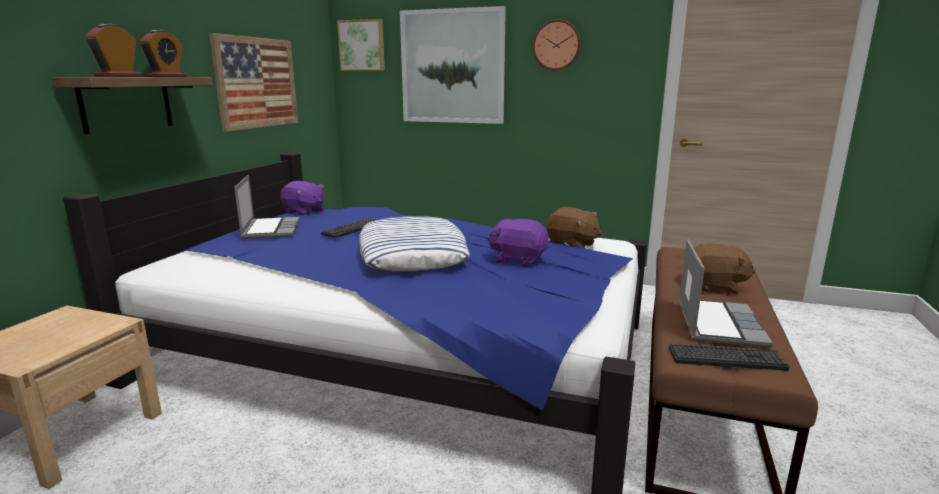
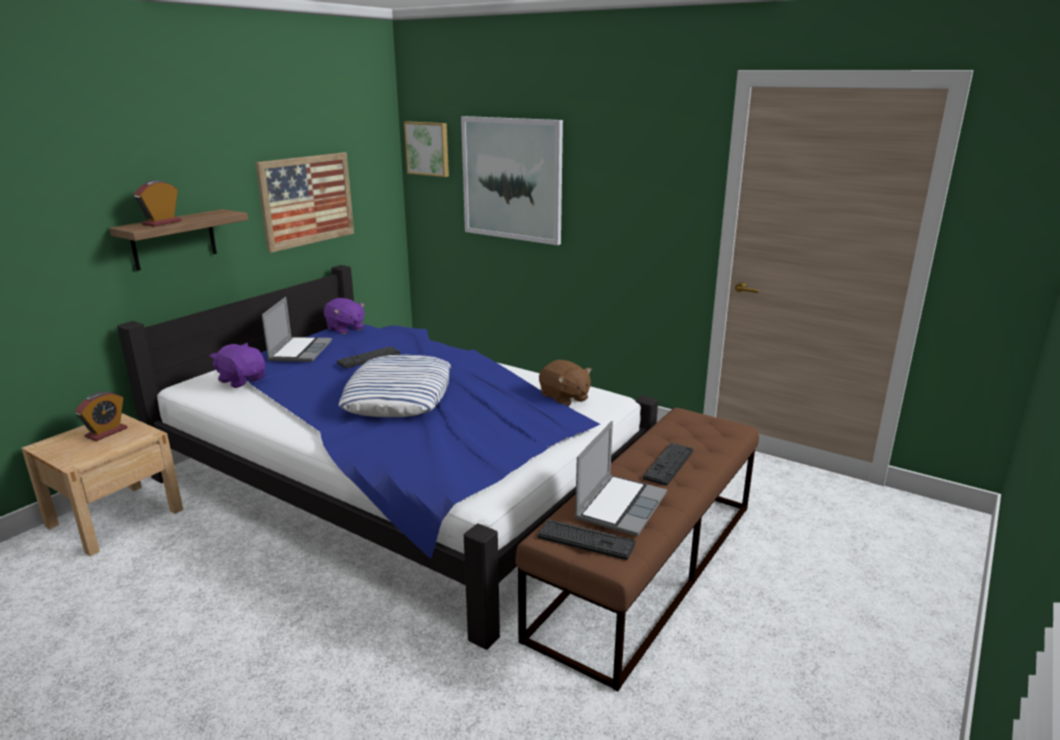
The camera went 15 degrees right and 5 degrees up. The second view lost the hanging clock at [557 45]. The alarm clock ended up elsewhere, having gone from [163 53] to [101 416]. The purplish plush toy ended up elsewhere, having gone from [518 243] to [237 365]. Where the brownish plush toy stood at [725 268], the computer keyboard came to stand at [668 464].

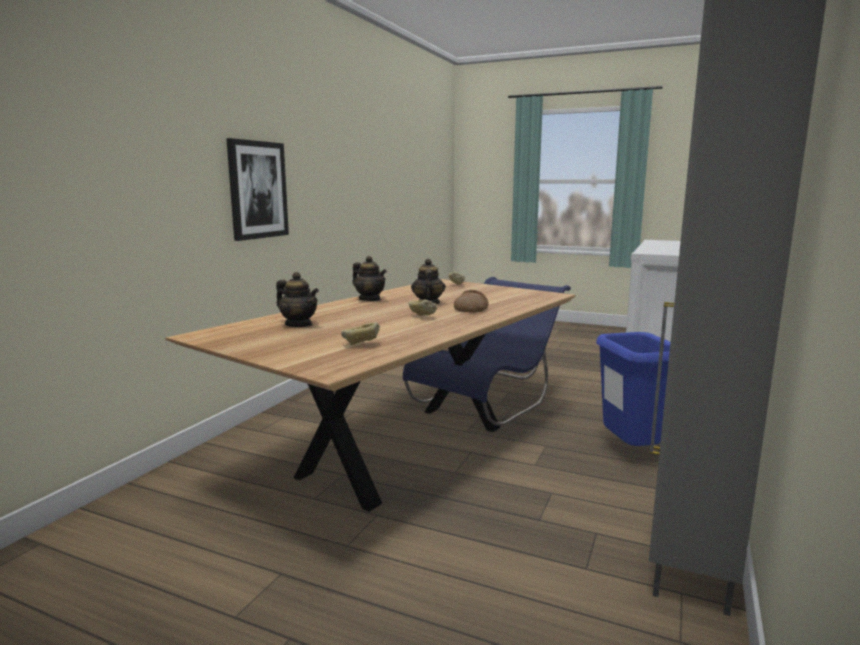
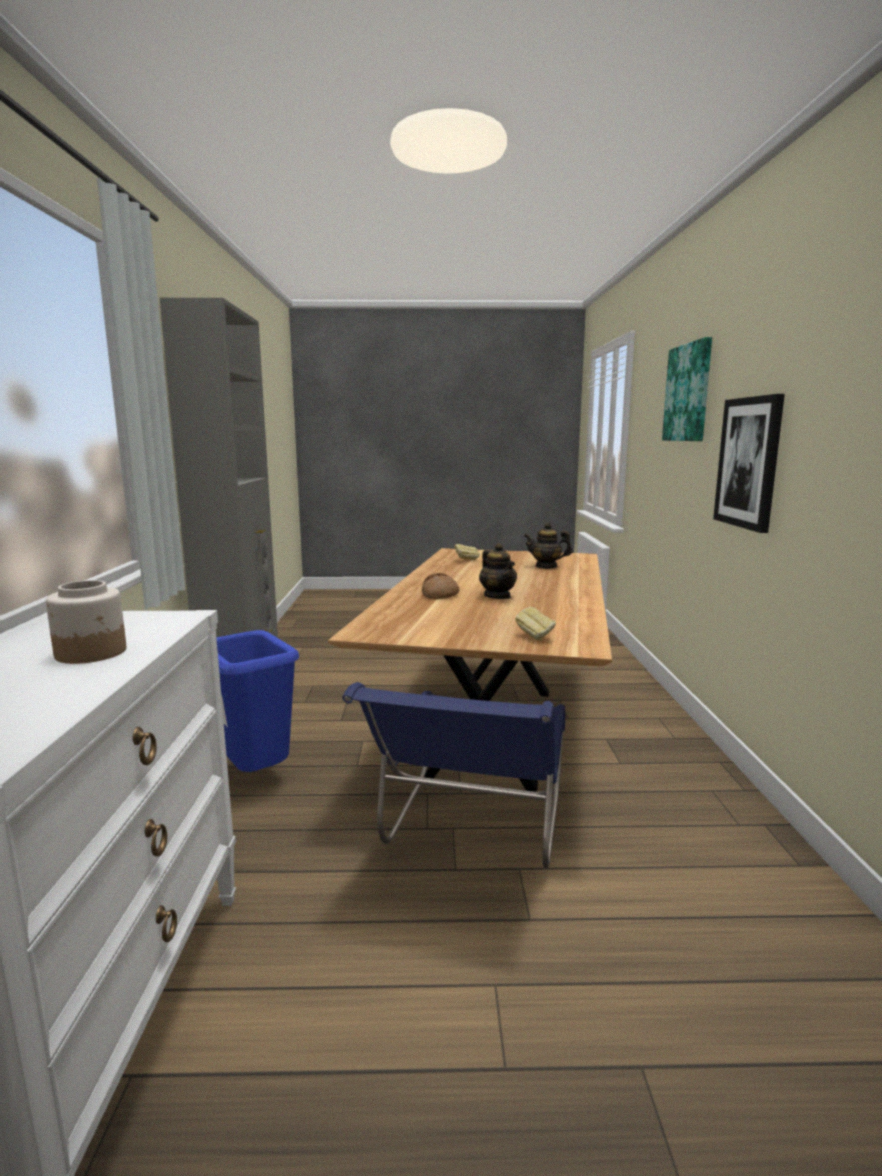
The camera went 155 degrees right and 0 degrees up. The second view lost the pot for tea at [369 278]. The second view lost the baked bread at [422 308]. The second view gained the picture at [687 389]. The second view gained the preserve jar at [86 622].

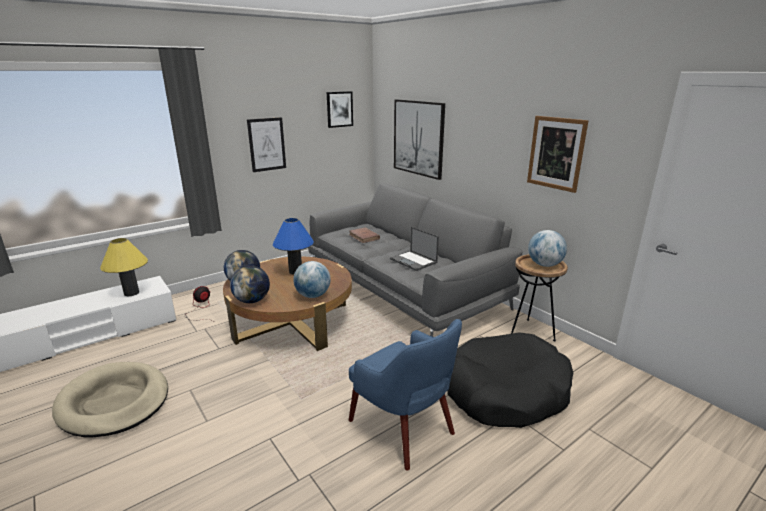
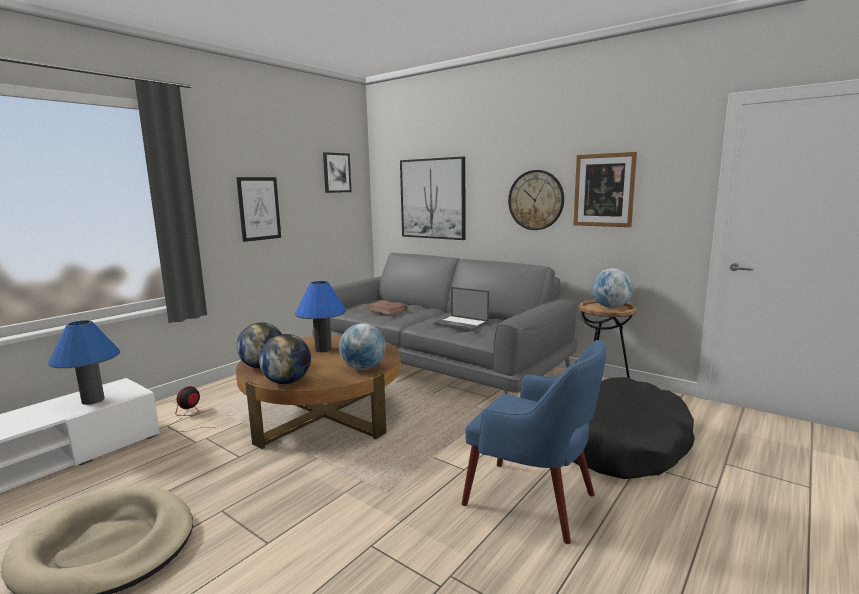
The camera went 15 degrees left and 10 degrees down. What was the yellowish tabletop lamp at [124 267] turned into the blue-coloured tabletop lamp at [84 362]. The second view gained the hanging clock at [536 200].

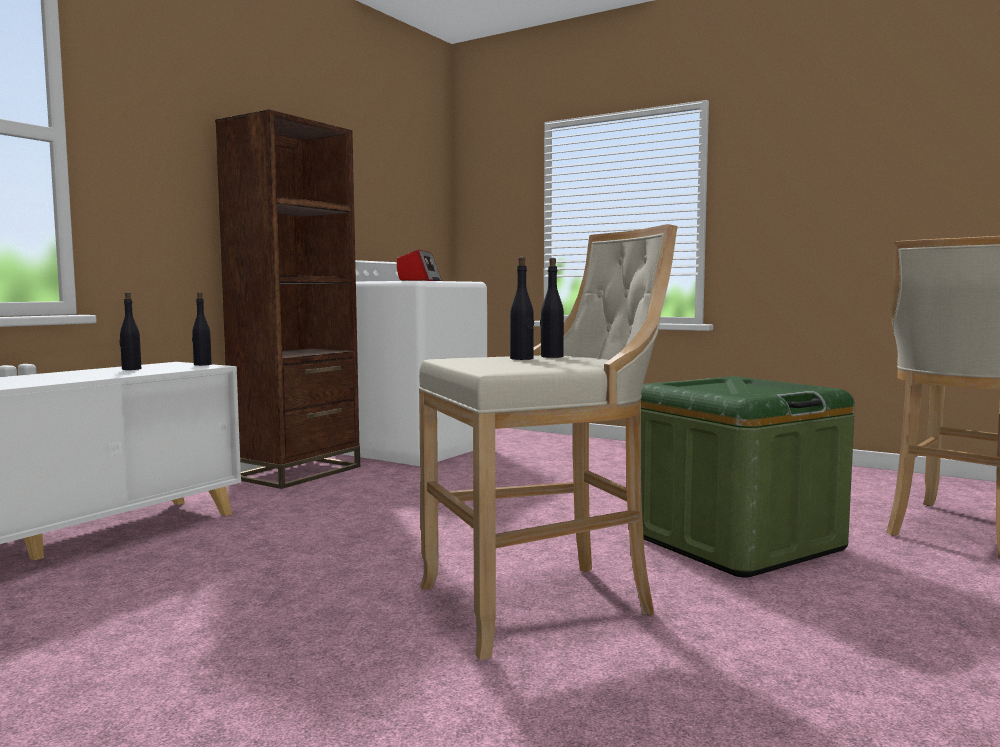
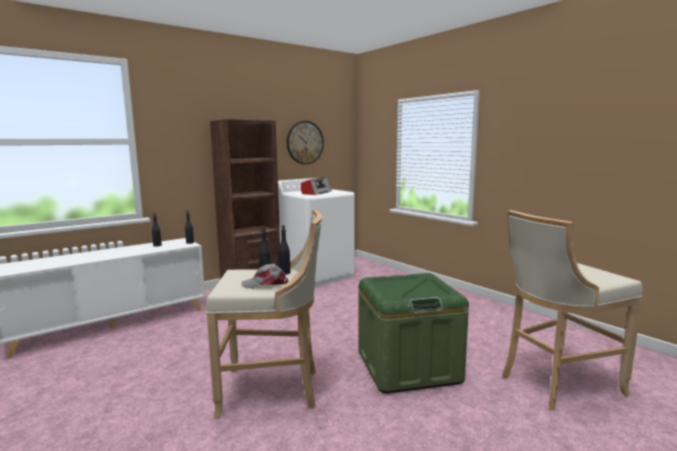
The camera went 20 degrees right and 5 degrees up. The second view gained the hanging clock at [305 142]. The second view gained the grey peaked cap at [265 276].

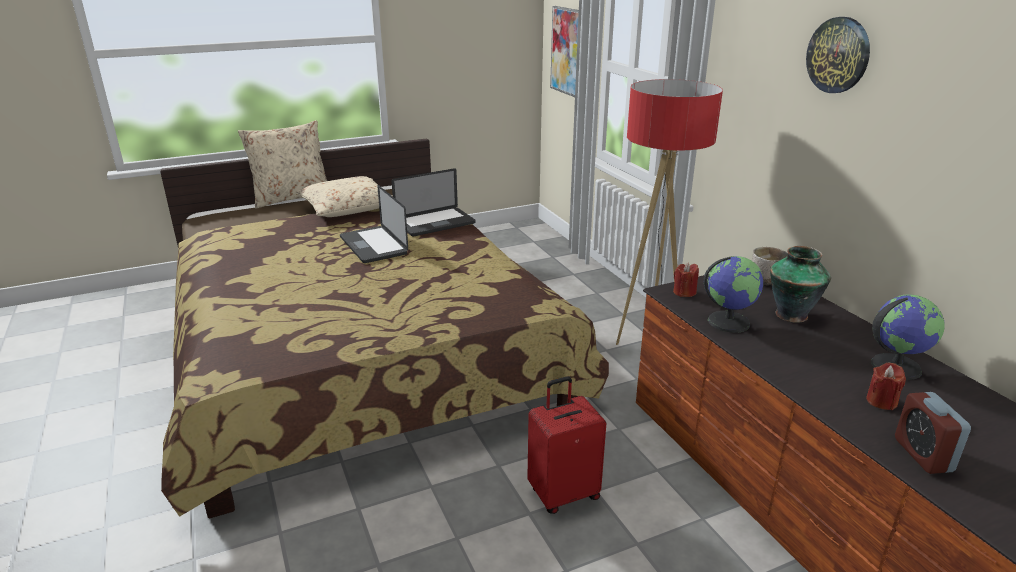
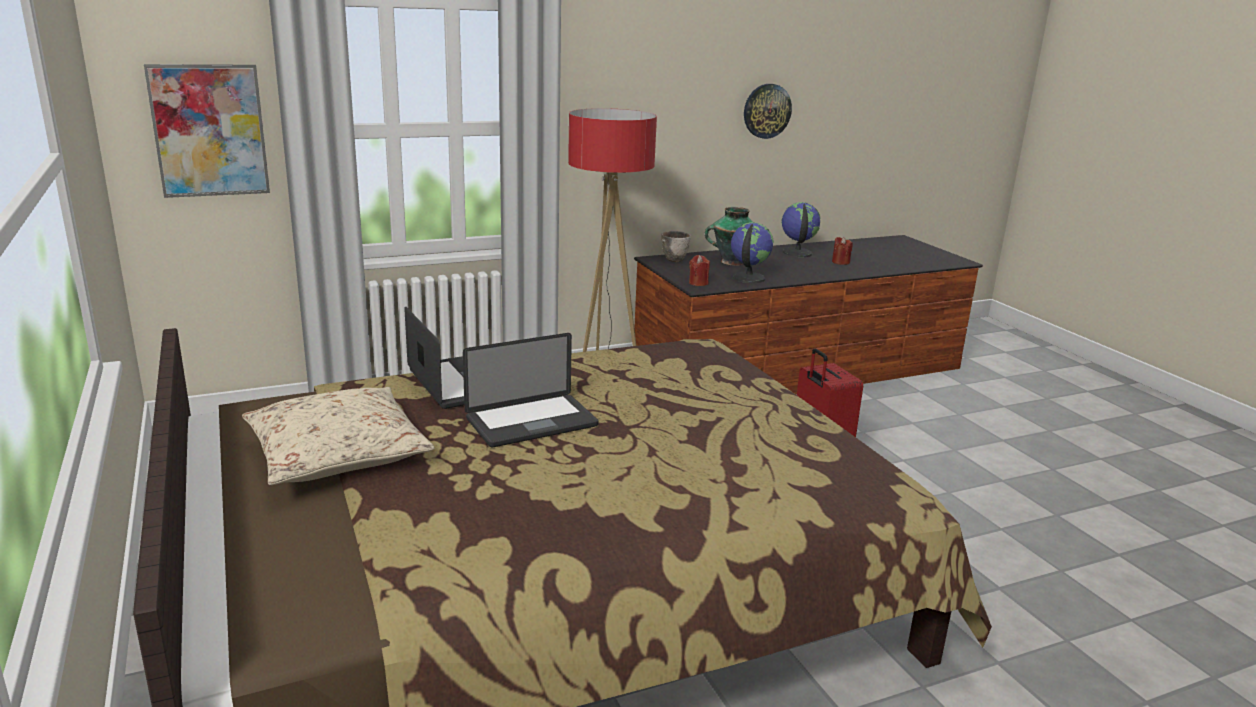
The camera went 90 degrees left and 5 degrees down. The hanging clock ended up elsewhere, having gone from [838 55] to [768 111]. The second view lost the sand-coloured pillow at [282 164]. The second view lost the alarm clock at [933 433].

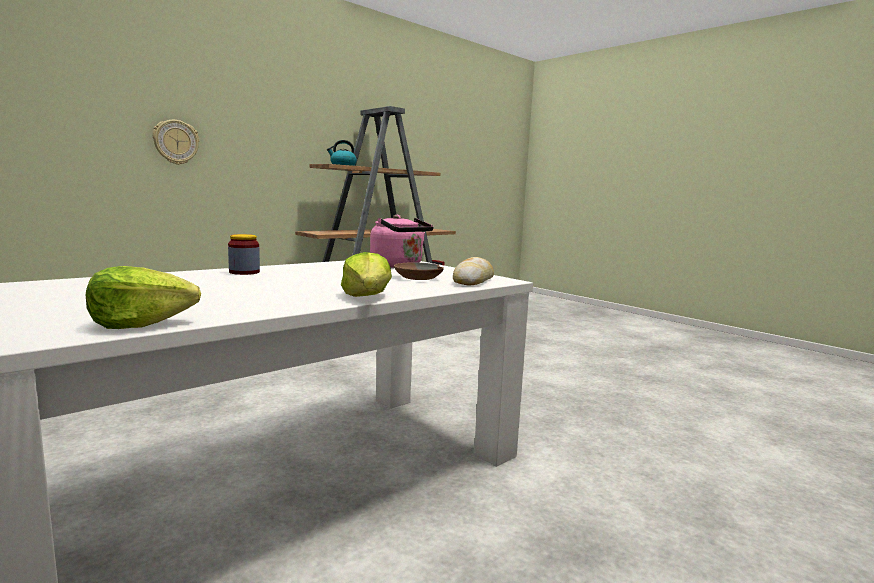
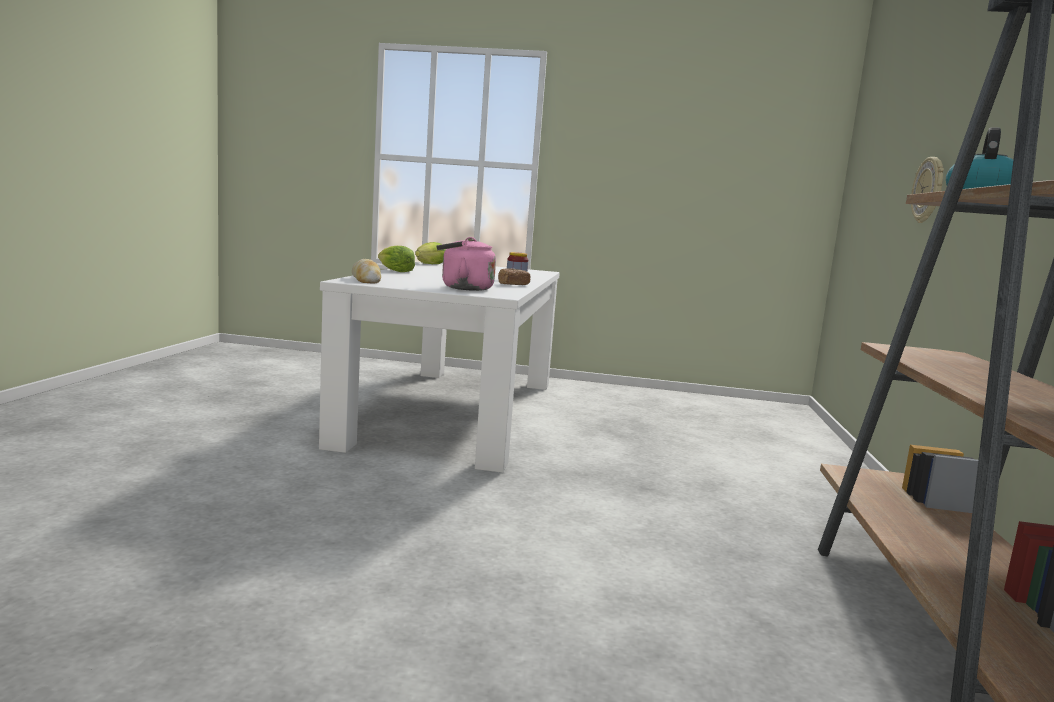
The camera went 140 degrees right and 0 degrees up. The second view lost the brownish serving bowl at [419 271]. The second view gained the baked bread at [514 276].

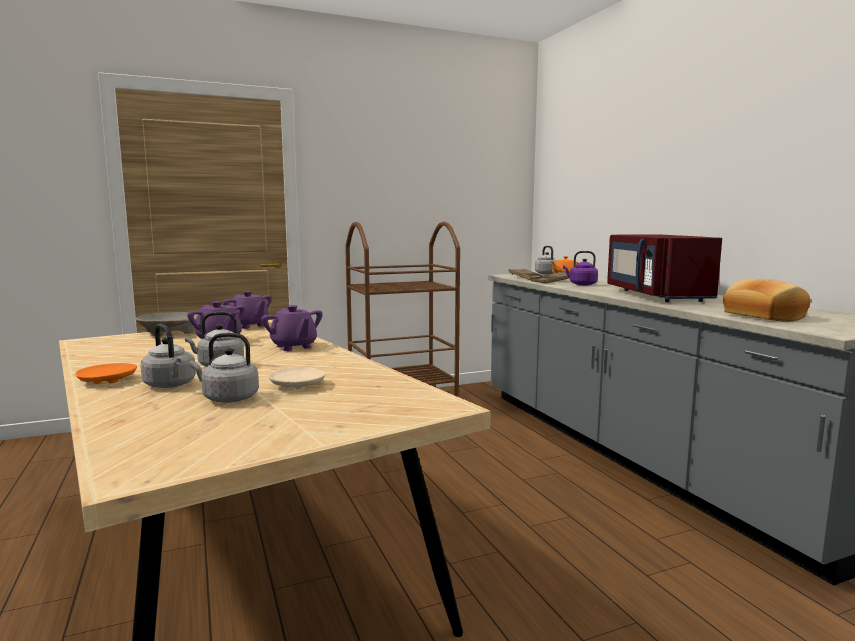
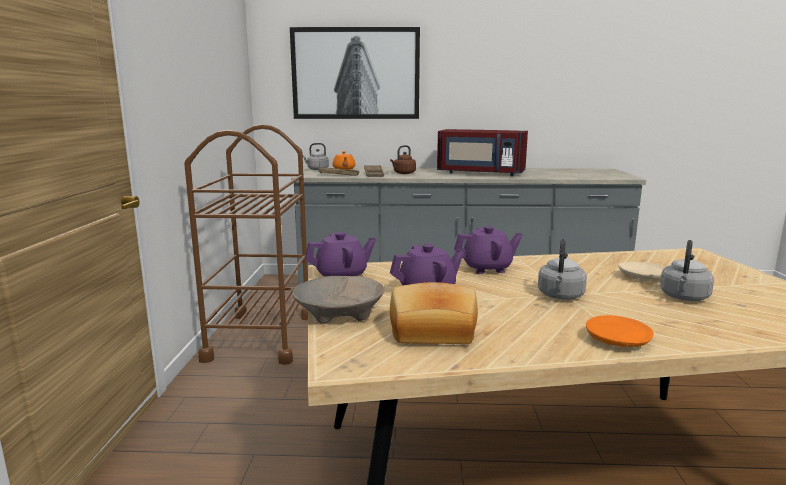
The camera went 65 degrees left and 5 degrees up. What was the purplish water kettle at [580 268] turned into the brownish water kettle at [403 159]. The baked bread ended up elsewhere, having gone from [766 300] to [434 313]. The second view lost the grey water kettle at [168 356]. The second view gained the picture at [355 73].

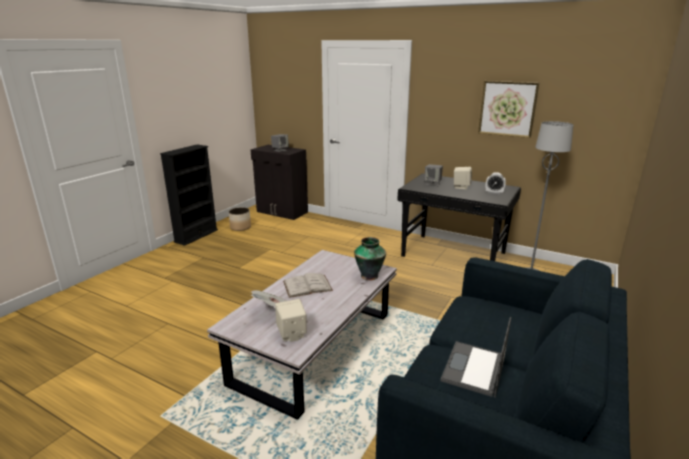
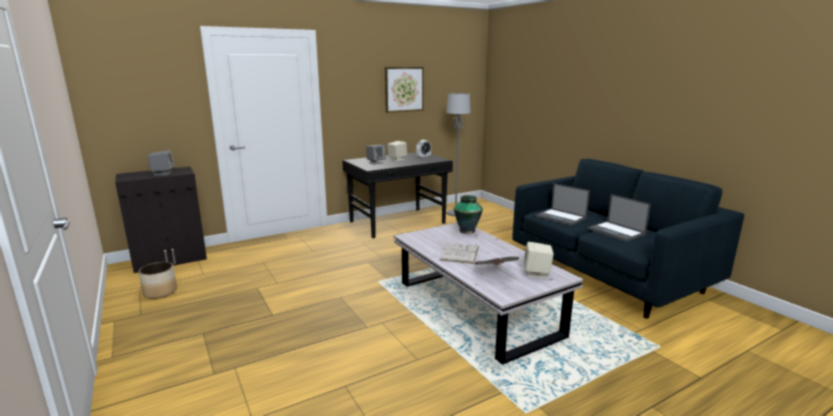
The camera went 60 degrees left and 5 degrees down. The second view lost the blackish bookshelf at [189 195]. The second view gained the portable computer at [563 204].

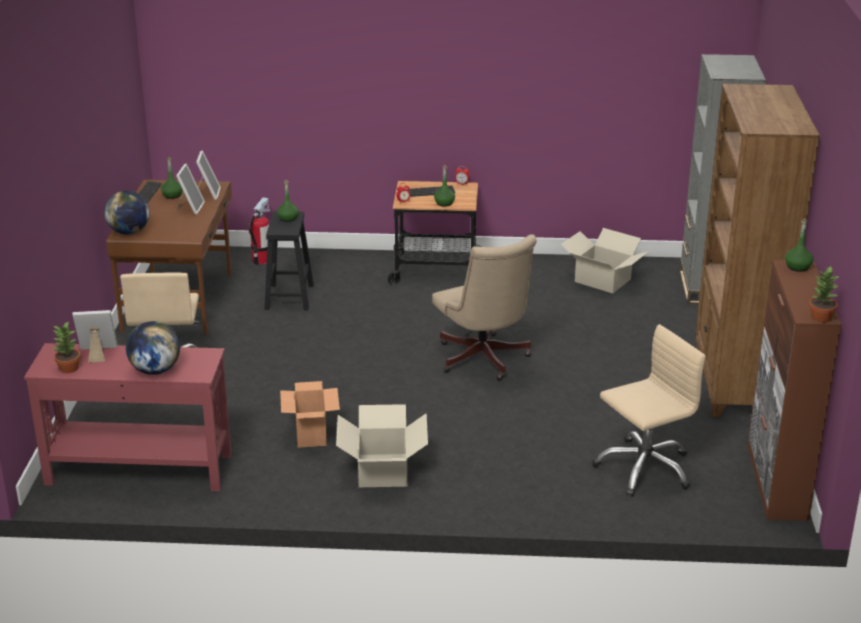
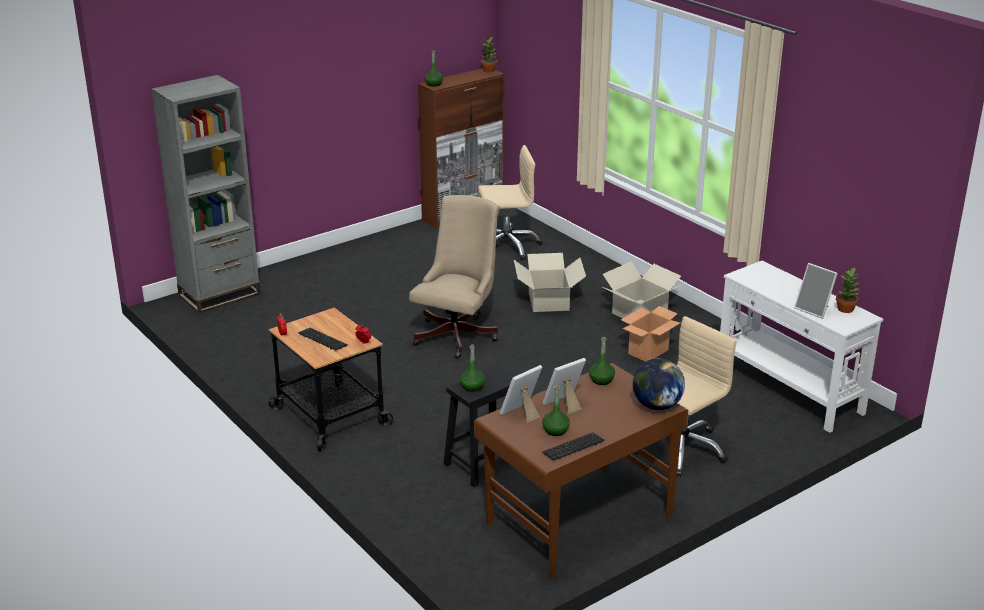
The camera went 130 degrees left and 0 degrees up. The second view lost the brownish bookshelf at [757 251]. The greenish drink bottle ended up elsewhere, having gone from [444 185] to [602 361]. The second view lost the fire-fighting cylinder at [259 231]. The cardboard box ended up elsewhere, having gone from [605 260] to [550 282]. The second view lost the desk globe at [153 348]. The sand-coloured computer chair at [649 410] ended up facing another way, 150 degrees clockwise from before. What was the reddish hall table at [128 417] turned into the whitish hall table at [801 347].

